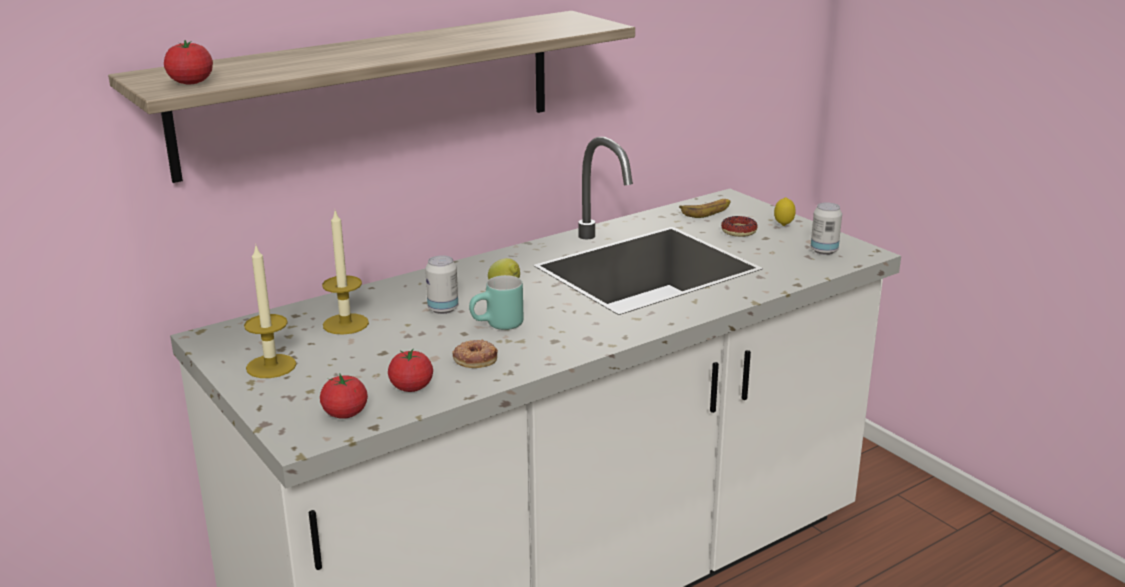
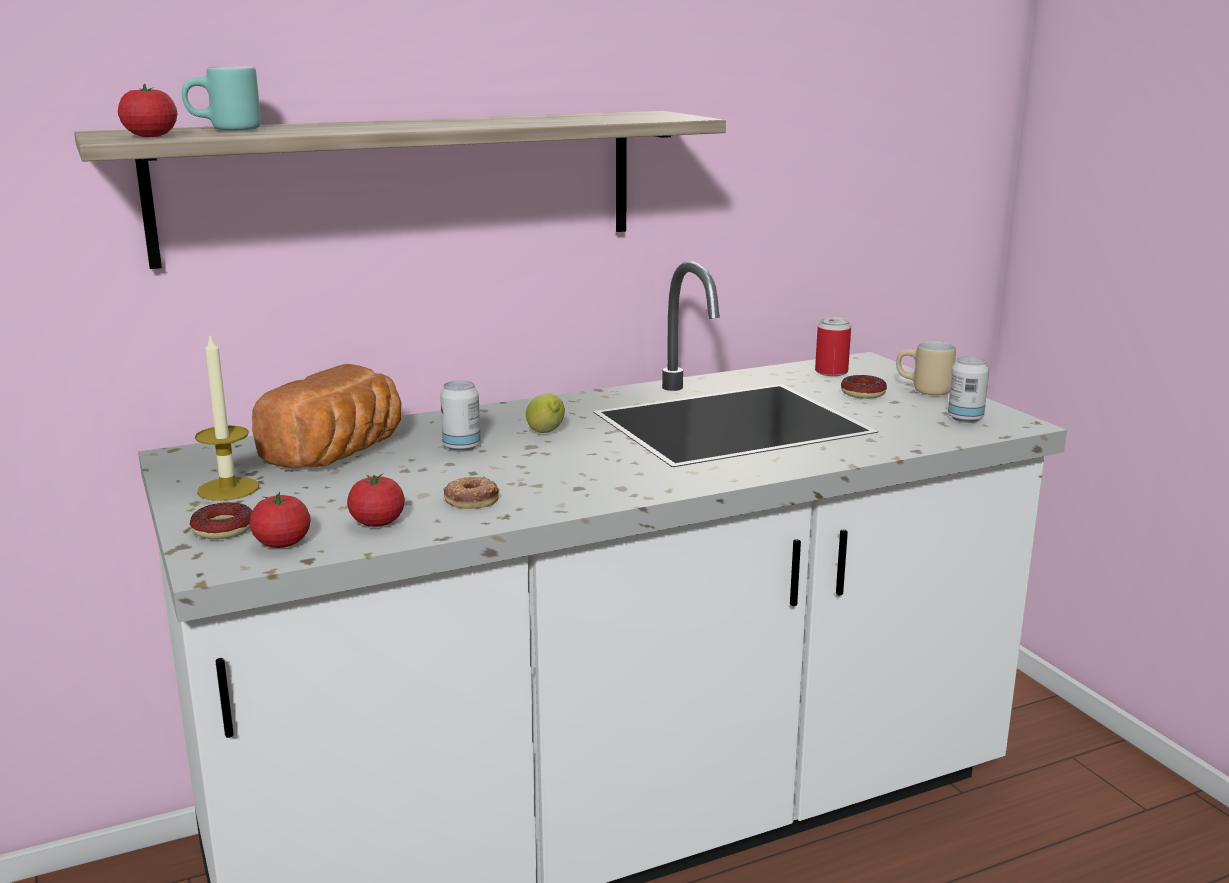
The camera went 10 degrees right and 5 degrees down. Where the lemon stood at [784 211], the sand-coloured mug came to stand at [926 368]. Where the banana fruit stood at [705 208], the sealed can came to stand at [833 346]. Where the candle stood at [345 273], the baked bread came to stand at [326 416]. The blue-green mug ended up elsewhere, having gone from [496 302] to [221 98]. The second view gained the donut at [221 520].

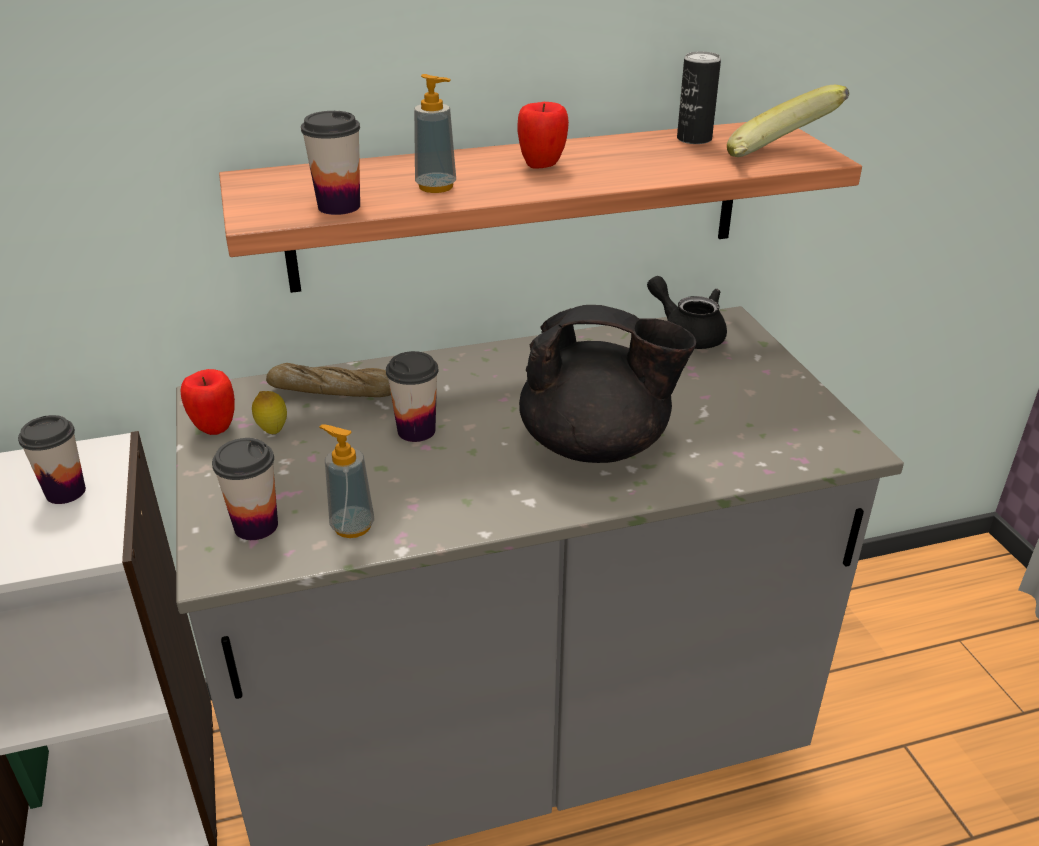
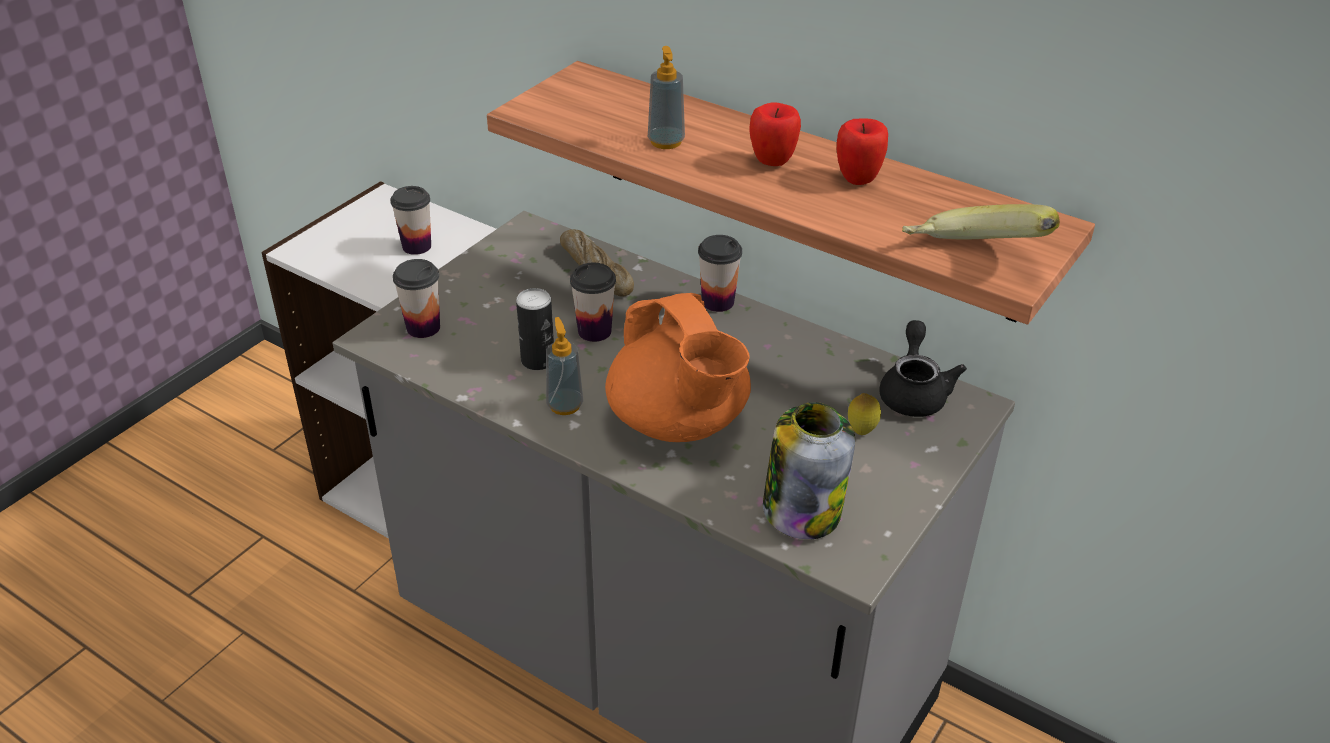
The camera went 50 degrees right and 5 degrees up. The sealed can ended up elsewhere, having gone from [699 98] to [535 329]. The drinking cup ended up elsewhere, having gone from [330 163] to [720 273]. What was the blackish pot for tea at [607 384] turned into the orange pot for tea at [678 367]. The apple fruit ended up elsewhere, having gone from [207 402] to [862 151]. The lemon ended up elsewhere, having gone from [269 412] to [864 414]. The soap dispenser ended up elsewhere, having gone from [346 481] to [564 366]. The second view gained the preserve jar at [809 471].

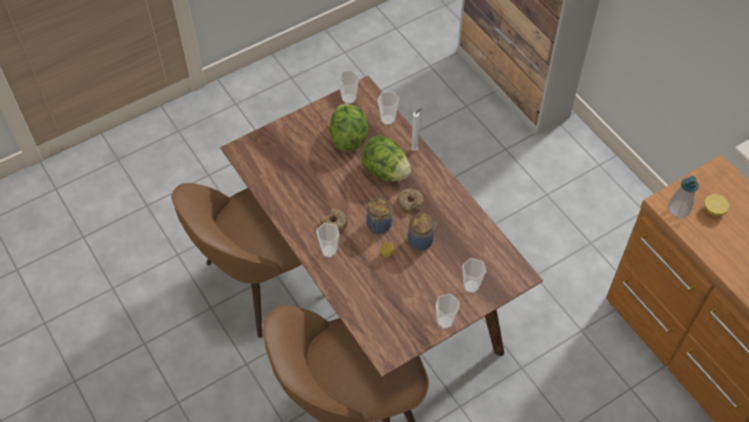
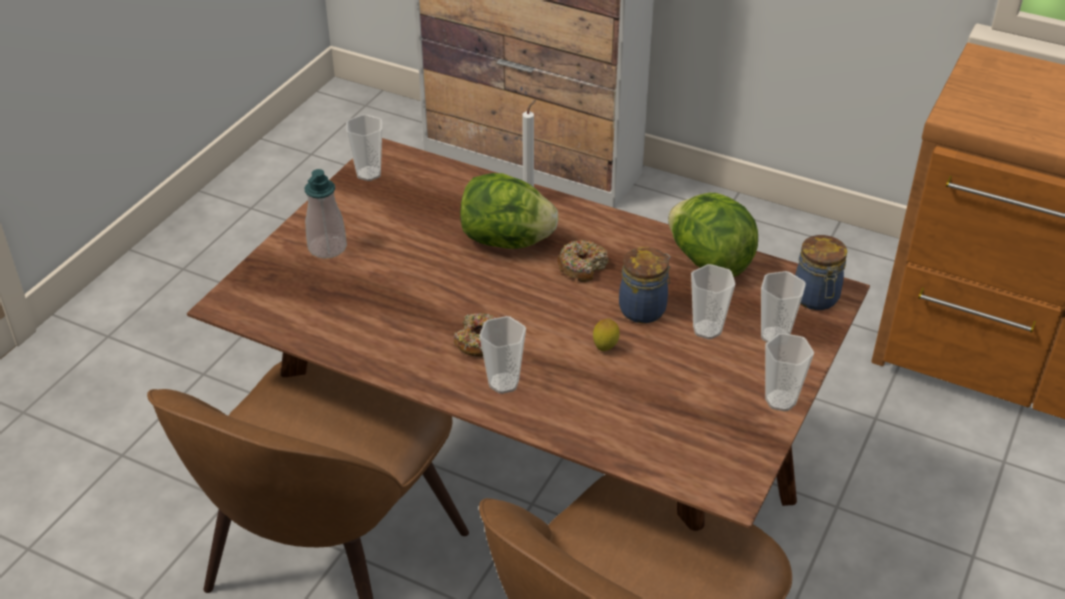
The camera went 30 degrees left and 15 degrees down. The drinking cup ended up elsewhere, having gone from [388 108] to [713 301]. The lettuce head ended up elsewhere, having gone from [349 127] to [713 235]. The soap dispenser ended up elsewhere, having gone from [683 197] to [325 214]. The second view lost the lemon at [717 205]. The preserve jar ended up elsewhere, having gone from [379 215] to [821 272].

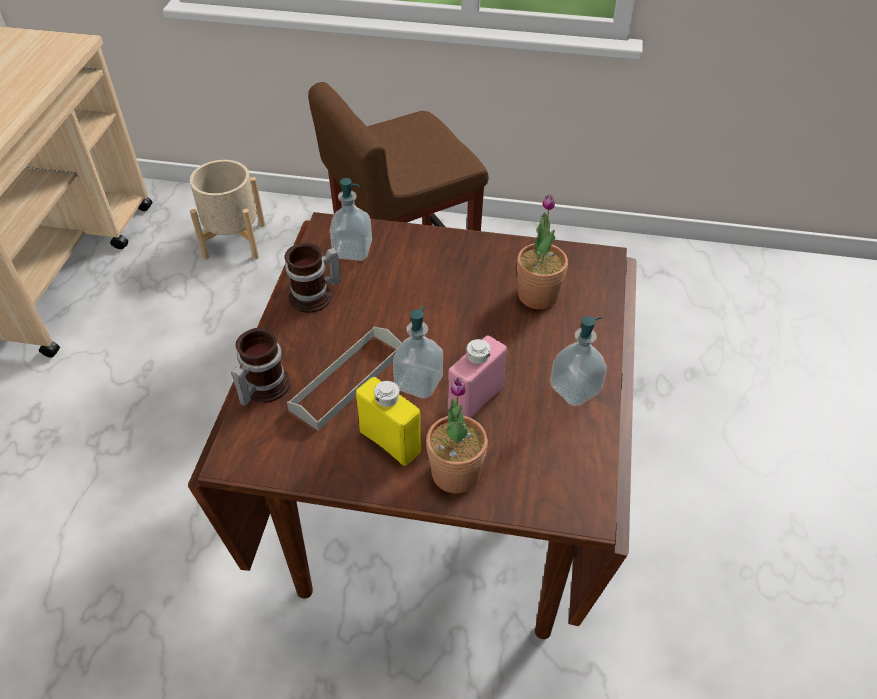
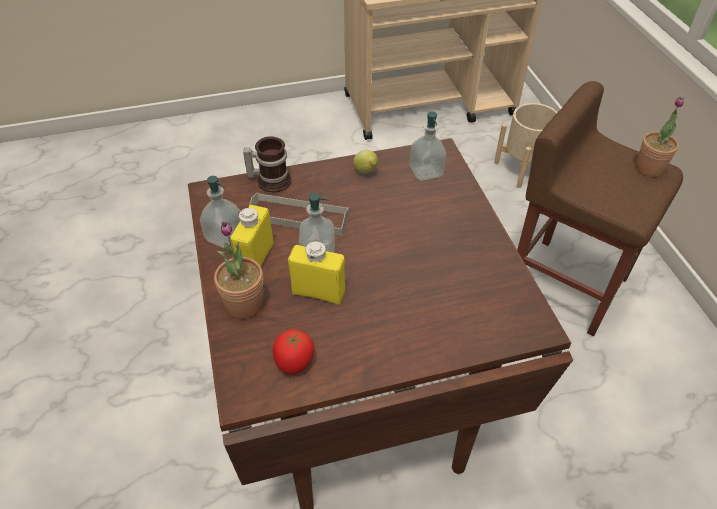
The camera went 65 degrees right and 0 degrees up. The houseplant ended up elsewhere, having gone from [542 251] to [660 136]. Where the mug stood at [312 278], the lemon came to stand at [365 161]. The soap dispenser ended up elsewhere, having gone from [578 361] to [220 212]. What was the pink drink bottle at [477 376] turned into the yellowish drink bottle at [316 273]. The second view gained the tomato at [293 351].

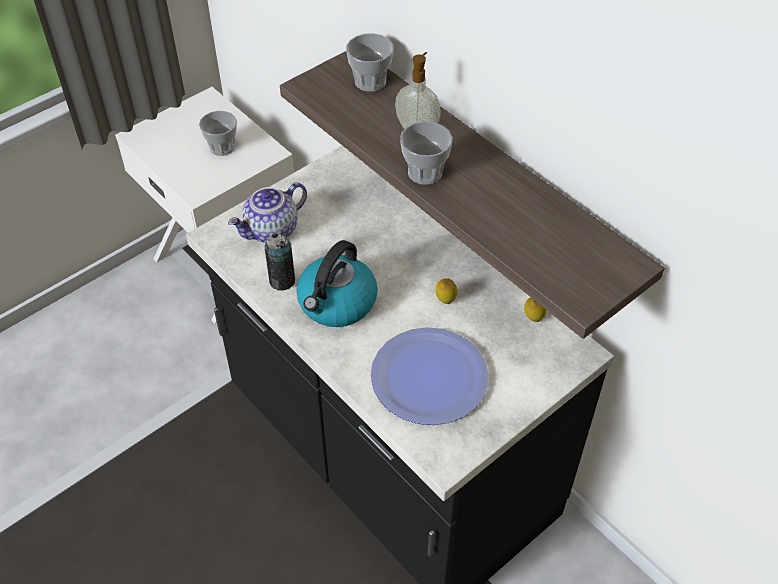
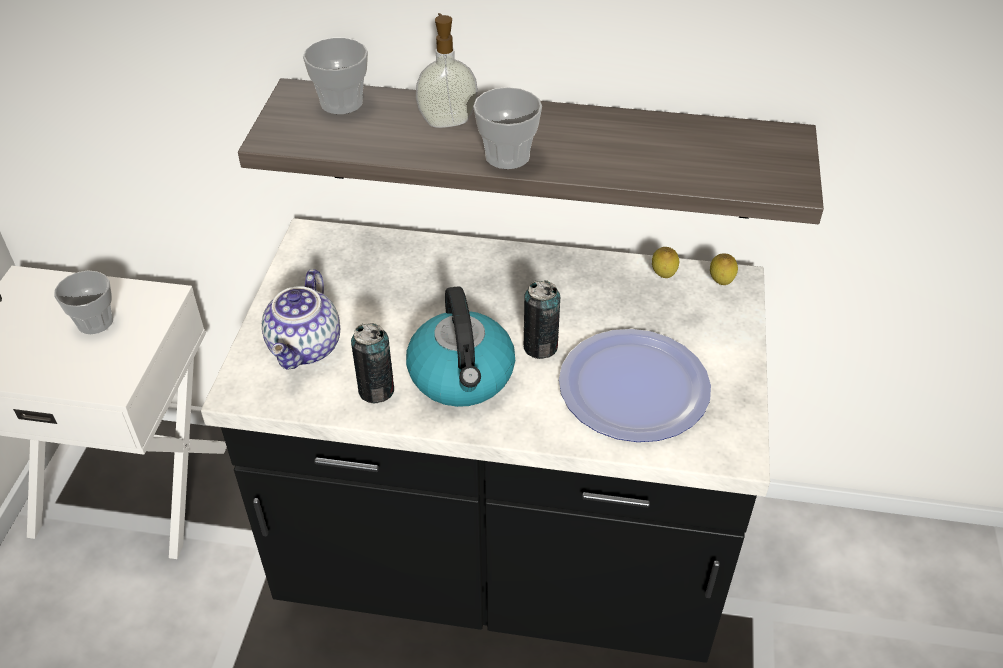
The camera went 40 degrees left and 5 degrees down. The lemon ended up elsewhere, having gone from [446 291] to [724 269]. The second view gained the sealed can at [542 320].

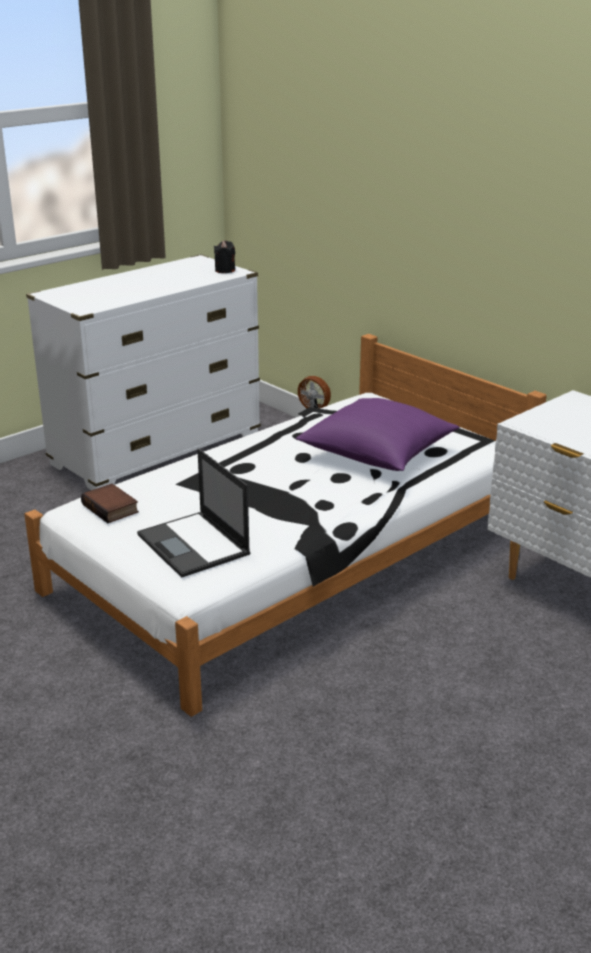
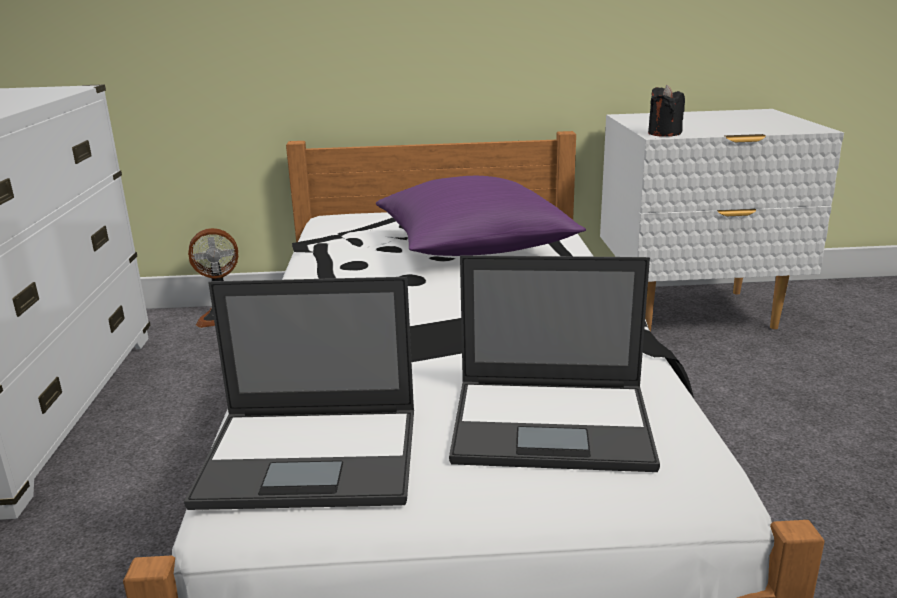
The camera went 50 degrees left and 5 degrees down. The blackish candle ended up elsewhere, having gone from [224 257] to [666 111]. Where the volume stood at [110 503], the portable computer came to stand at [299 393].

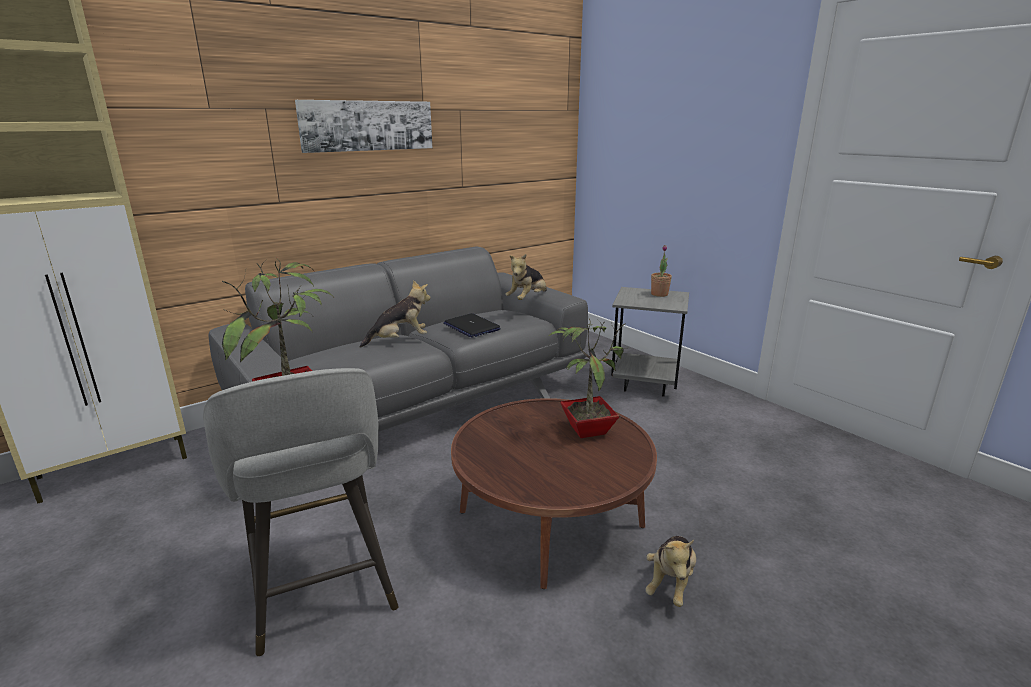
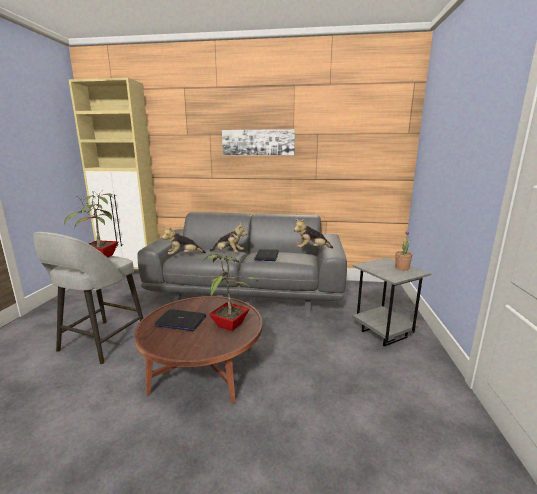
The camera went 45 degrees right and 5 degrees down. The plush toy ended up elsewhere, having gone from [670 571] to [184 241]. The second view gained the portable computer at [180 320].

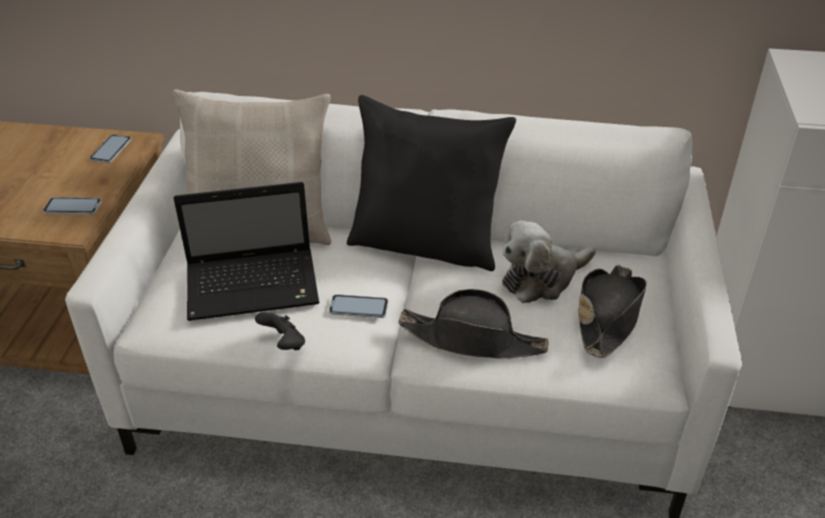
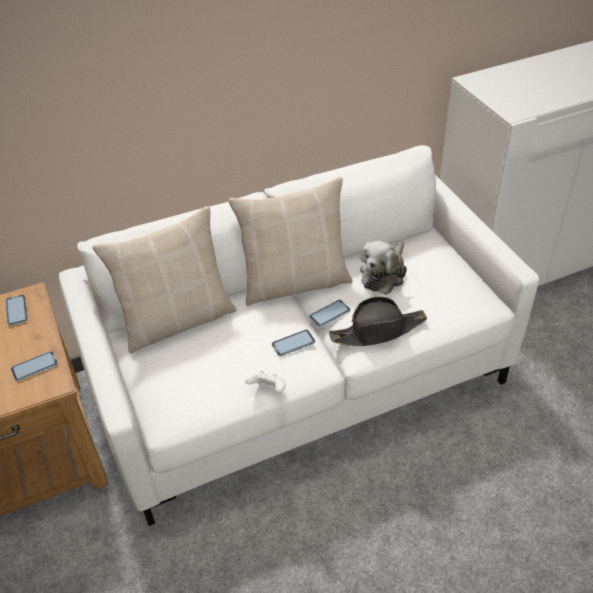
The camera went 30 degrees left and 5 degrees up. What was the blackish pillow at [431 183] turned into the sand-coloured pillow at [290 241]. The second view lost the portable computer at [246 251]. The second view lost the blackish wearable hat at [612 311]. What was the blackish game controller at [280 331] turned into the whitish game controller at [265 381]. The second view gained the handset at [329 313].

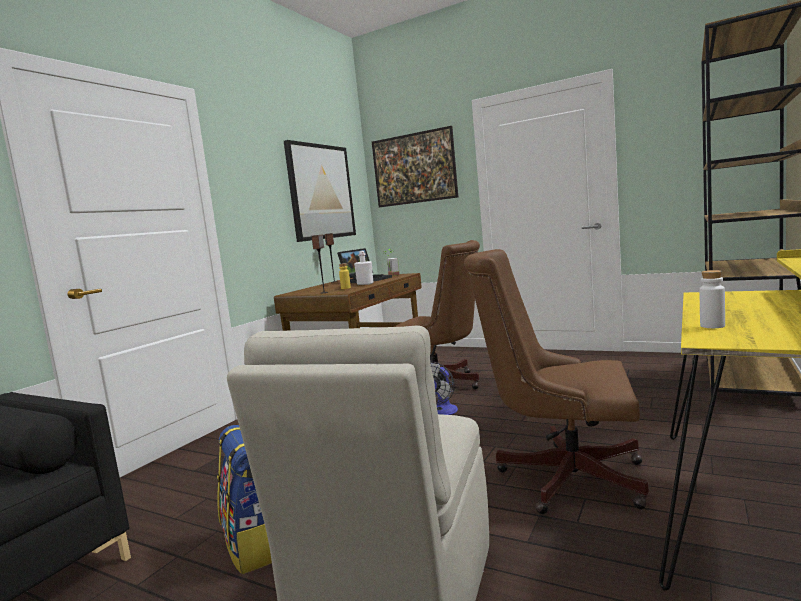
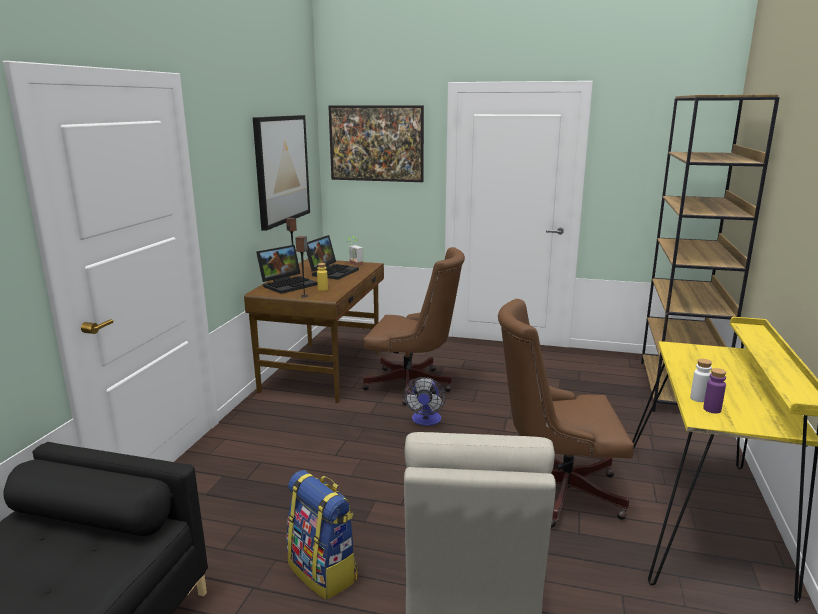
The camera went 15 degrees left and 10 degrees up. The second view lost the whitish drink bottle at [364 268]. The second view gained the portable computer at [287 269]. The second view gained the purplish drink bottle at [714 390].

